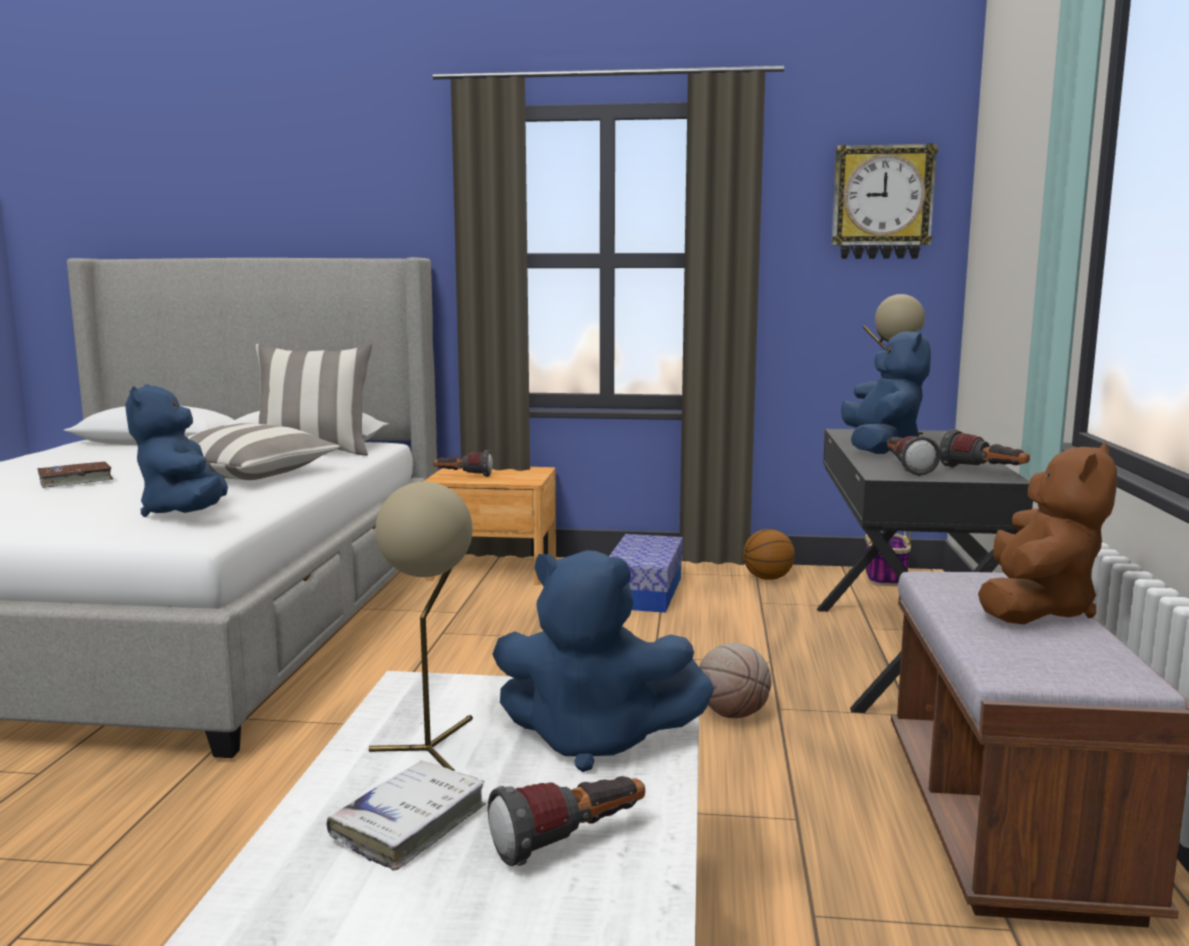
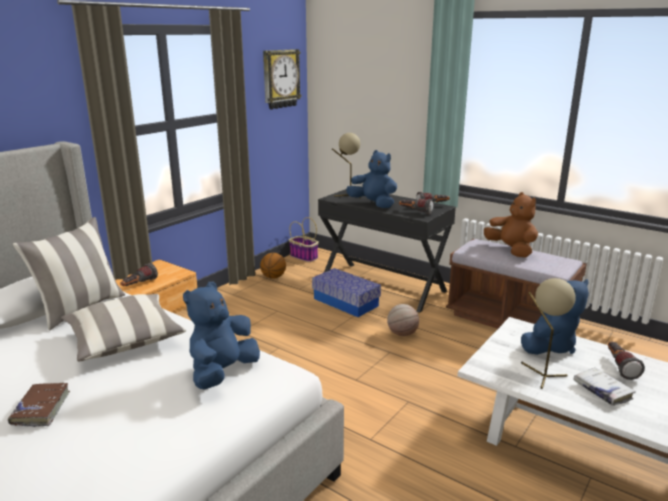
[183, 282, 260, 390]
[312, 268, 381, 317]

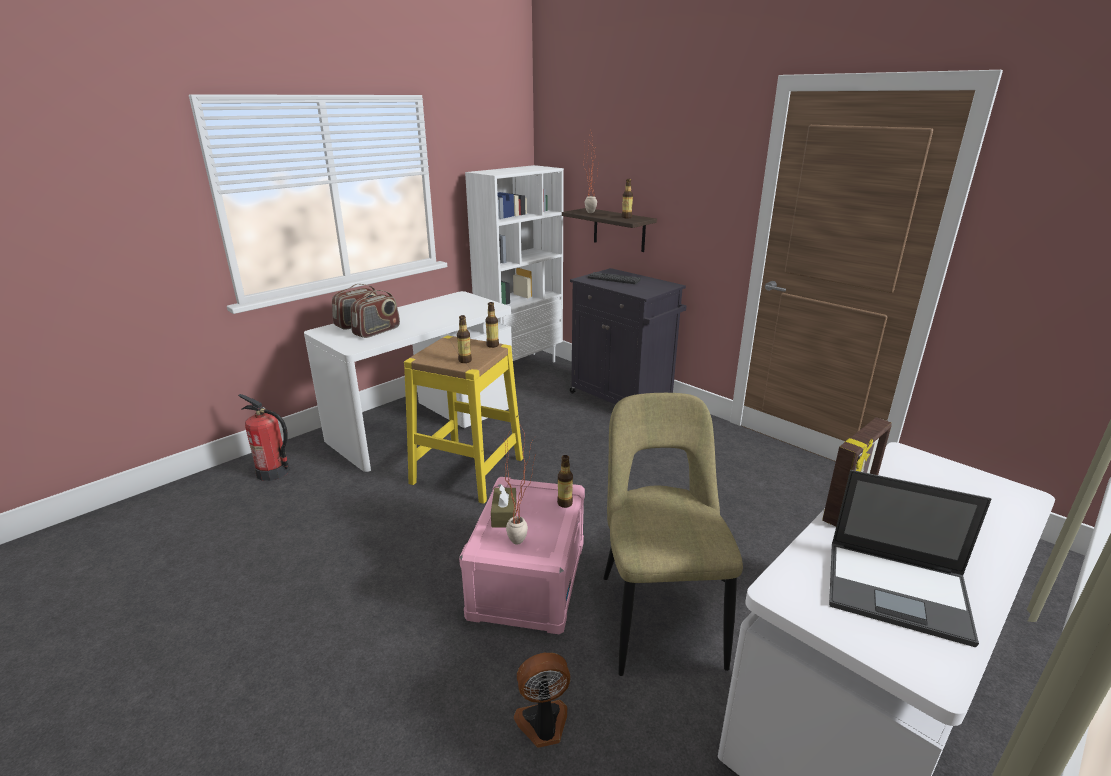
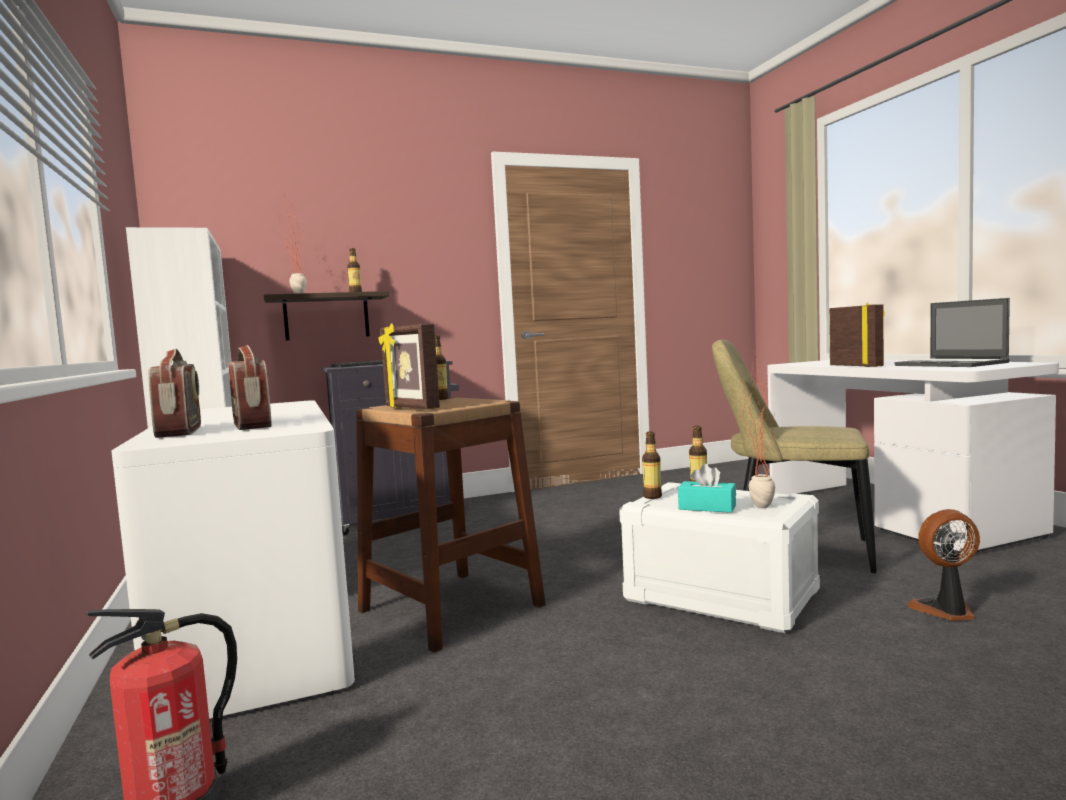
[356, 398, 546, 653]
[642, 431, 662, 499]
[619, 482, 820, 633]
[678, 464, 736, 513]
[908, 509, 980, 621]
[895, 298, 1010, 367]
[378, 323, 440, 409]

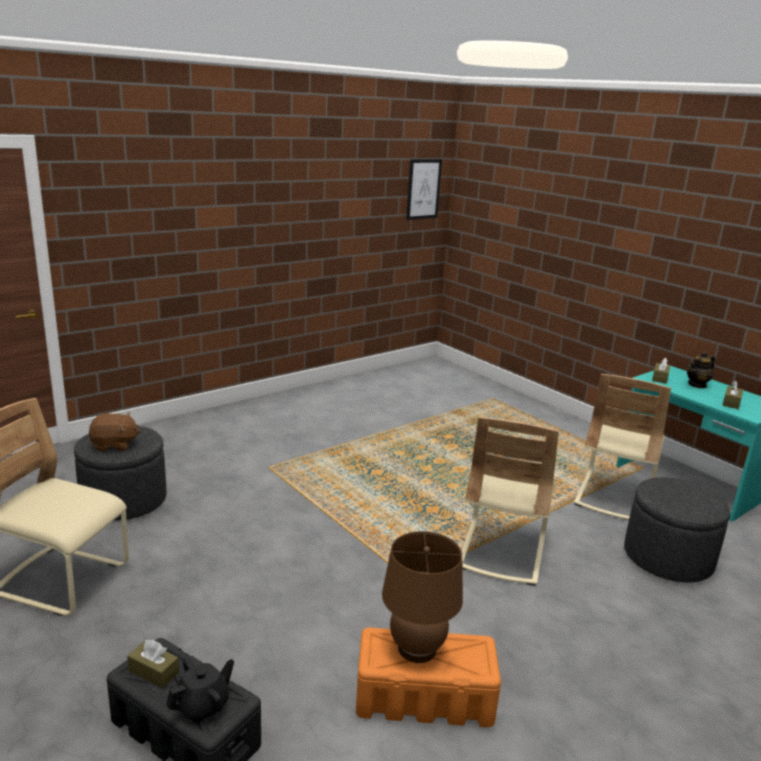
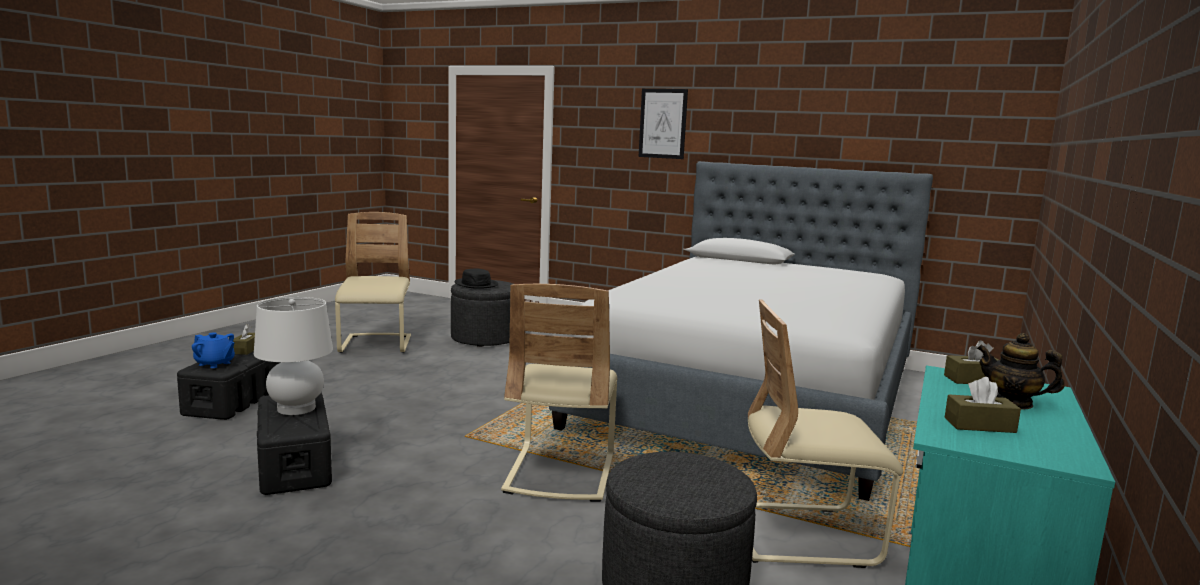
[454, 268, 498, 289]
[192, 332, 235, 368]
[257, 393, 332, 495]
[254, 297, 333, 415]
[639, 89, 688, 159]
[501, 284, 617, 502]
[549, 161, 933, 501]

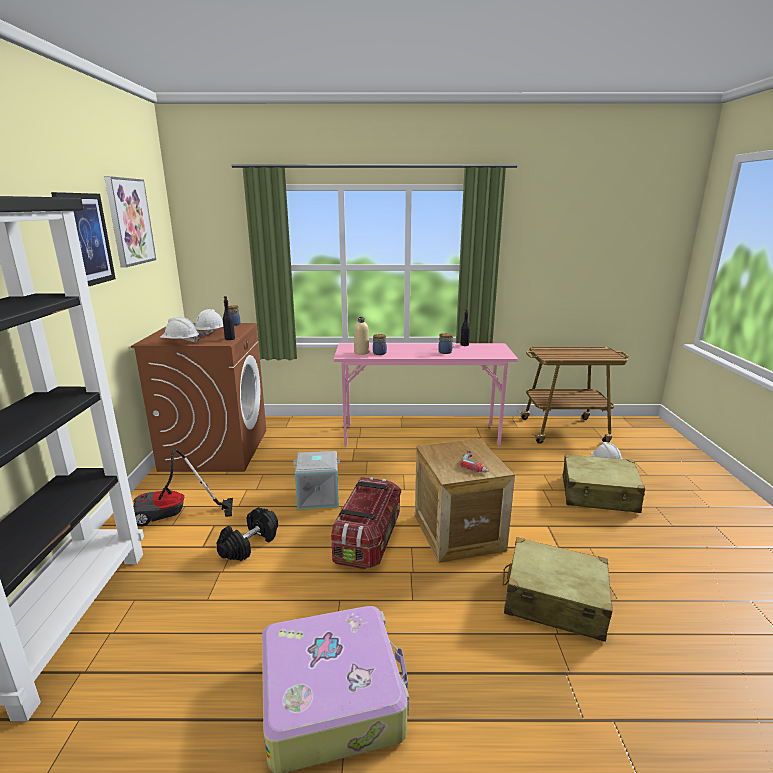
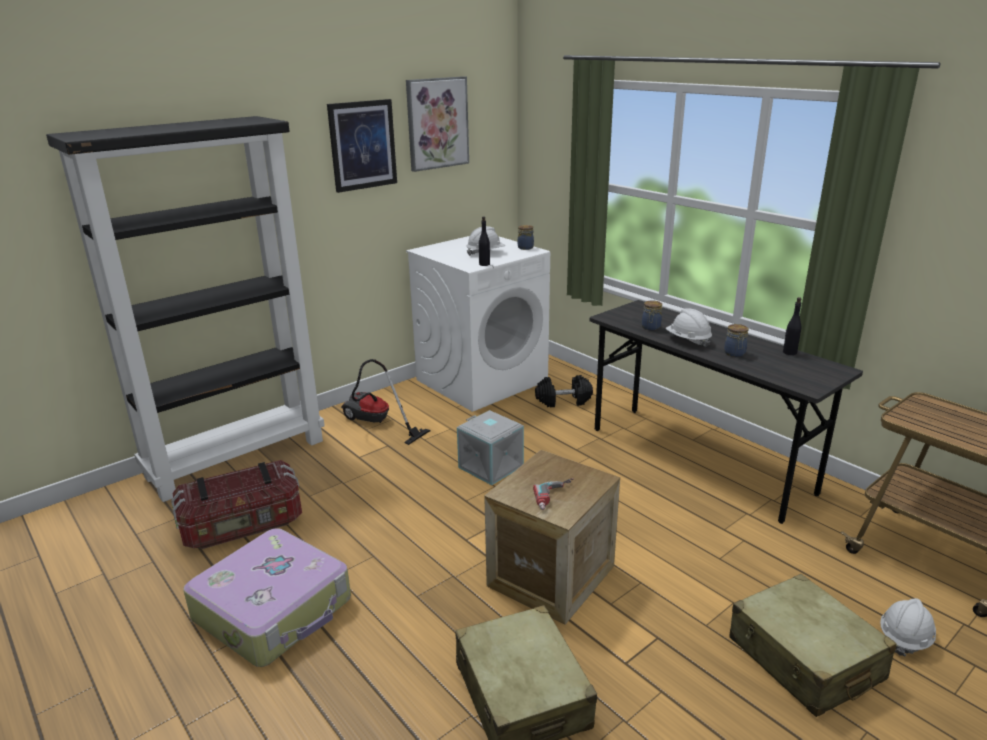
[406, 236, 550, 412]
[666, 308, 712, 347]
[535, 375, 593, 407]
[171, 460, 302, 549]
[590, 300, 863, 524]
[354, 317, 370, 355] (first image)

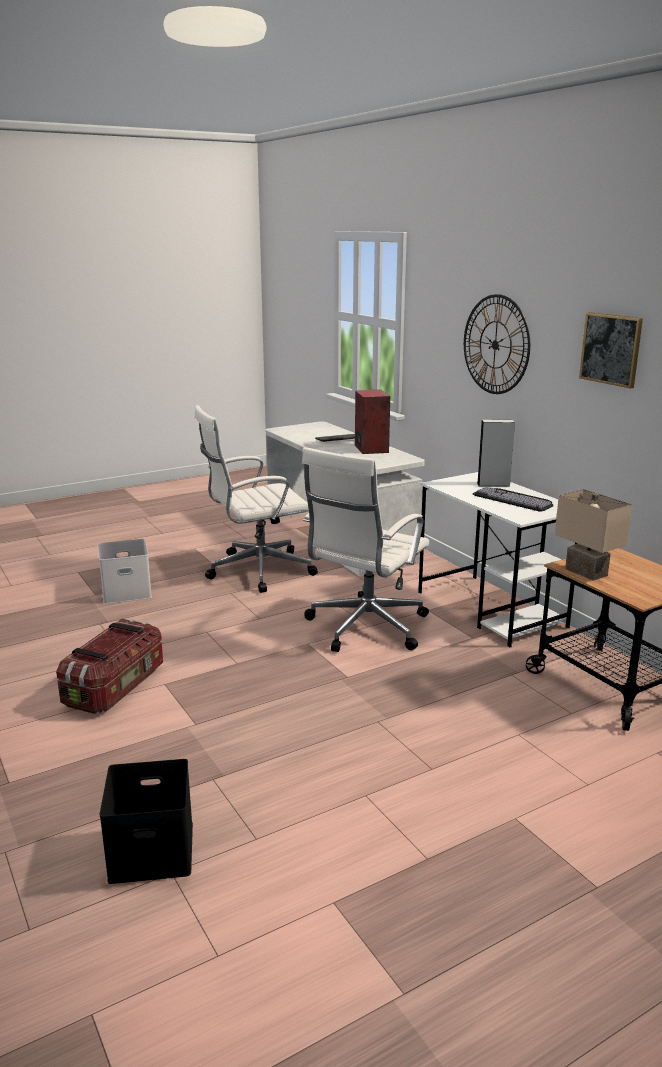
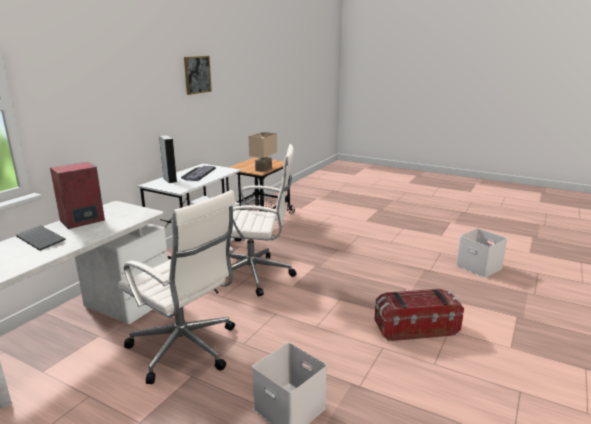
[456, 228, 507, 278]
[464, 294, 530, 394] (first image)

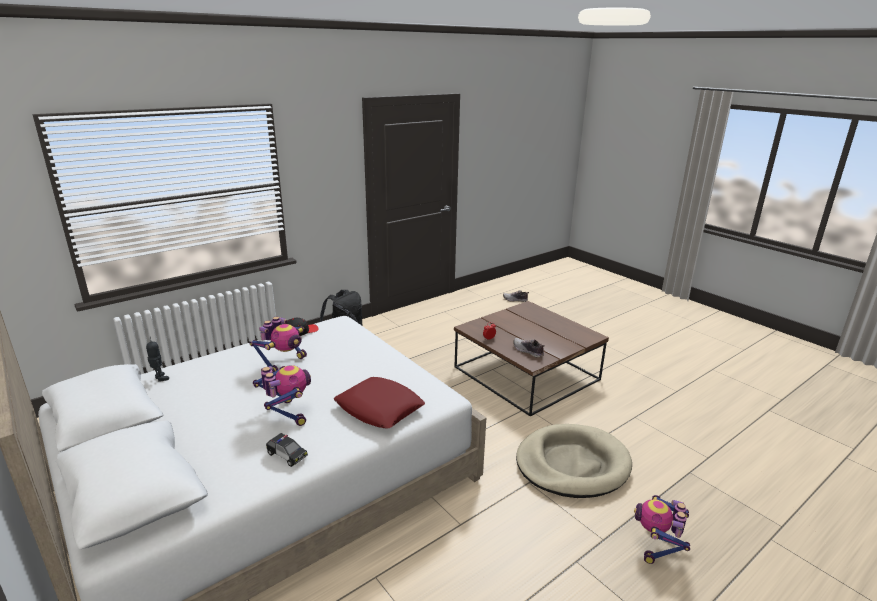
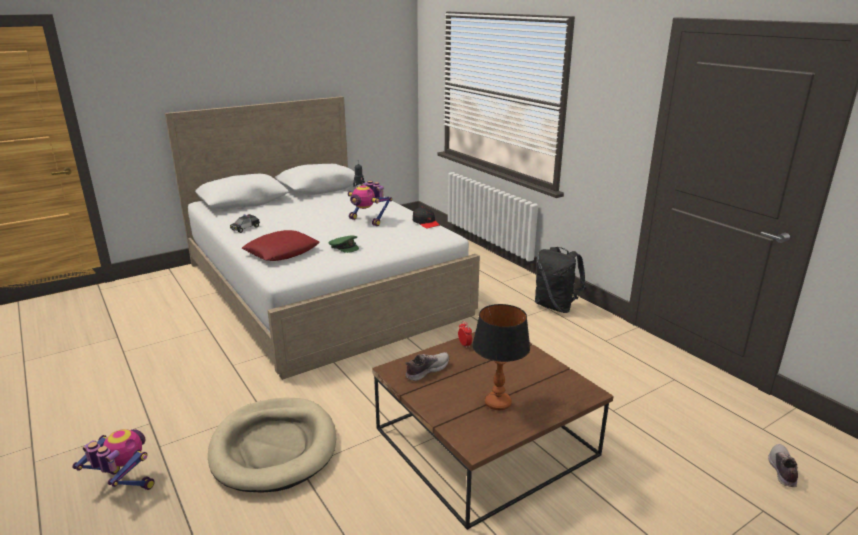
[253, 365, 311, 426] (first image)
[329, 236, 359, 253]
[472, 304, 530, 410]

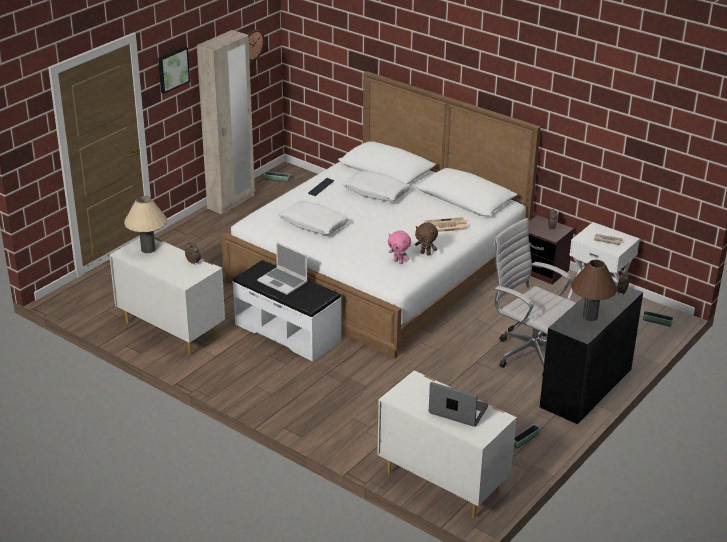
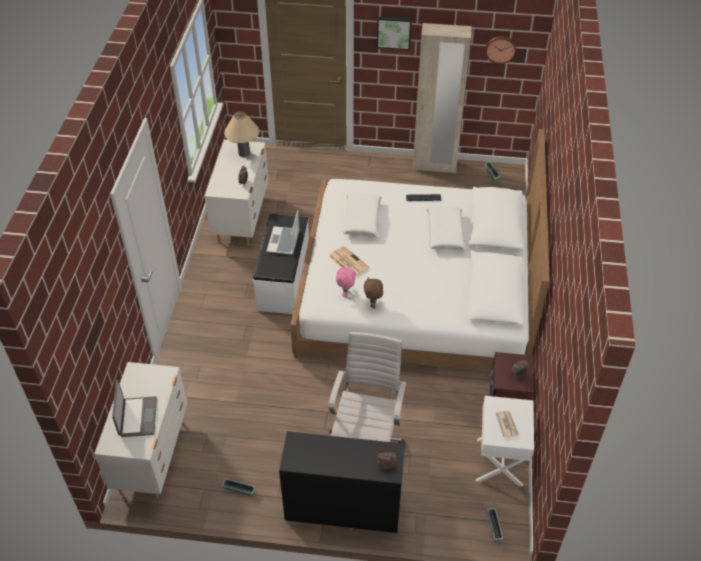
[329, 246, 369, 276]
[571, 260, 617, 321] (first image)

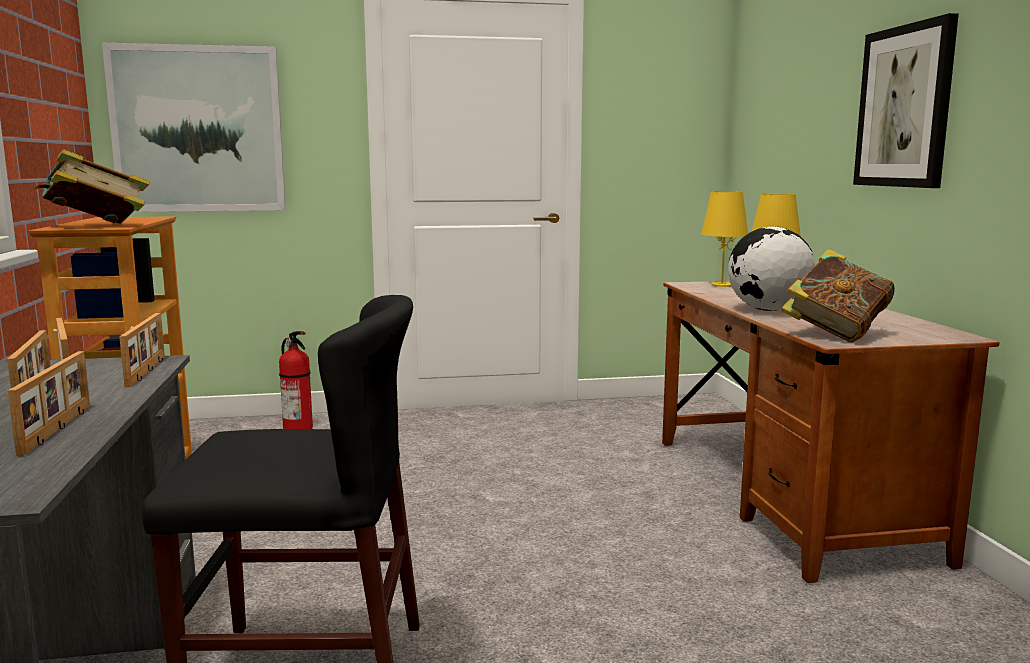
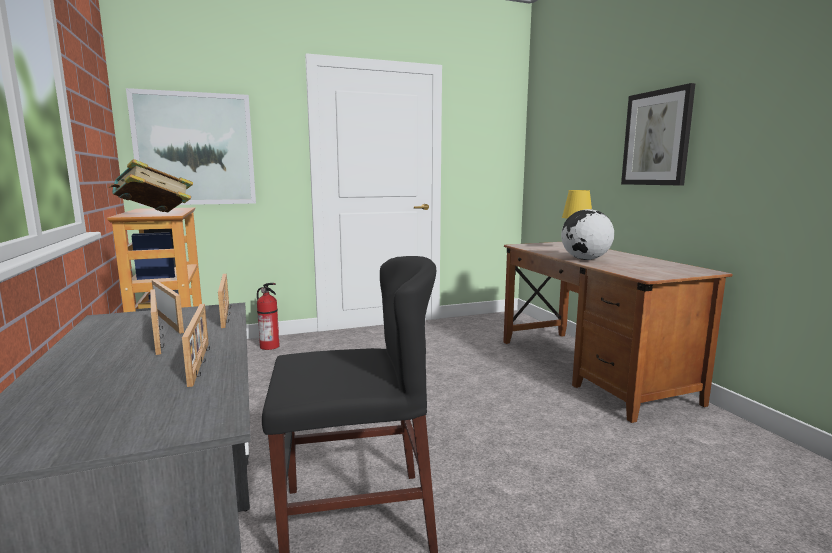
[701, 191, 748, 287] (first image)
[781, 249, 895, 342] (first image)

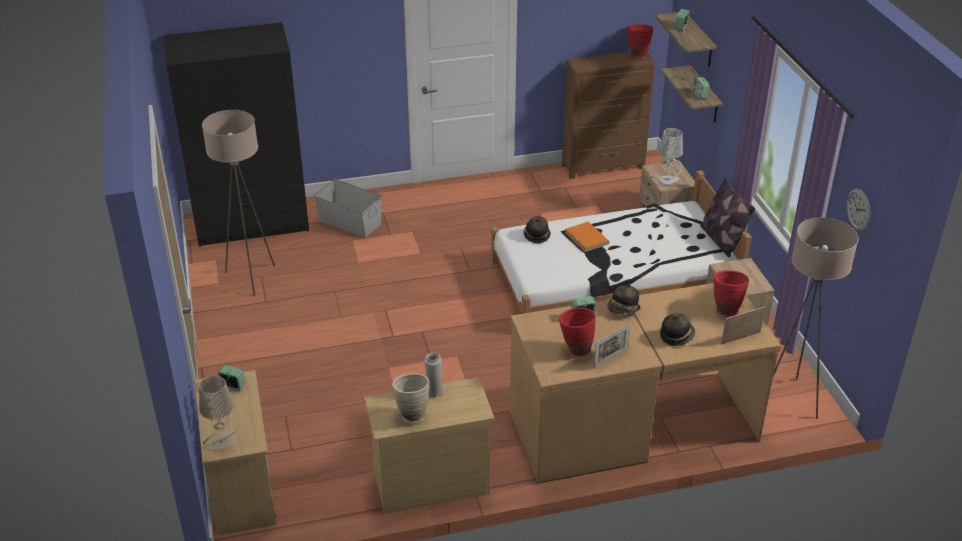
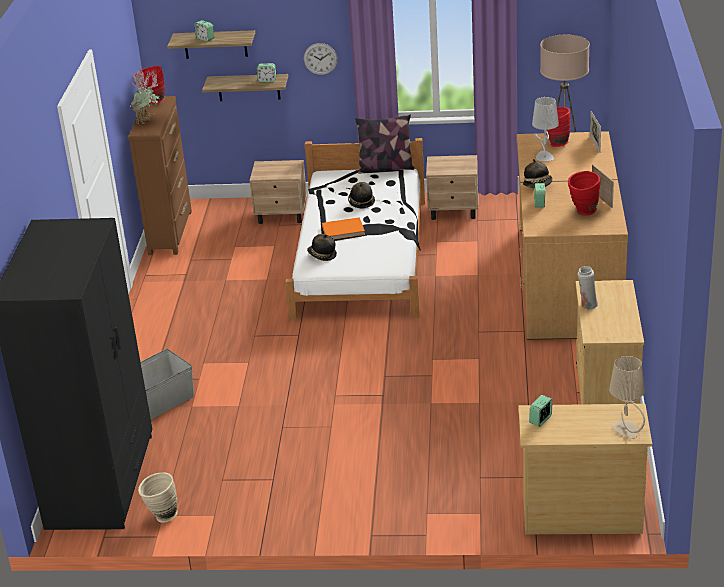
[202, 110, 275, 296] (first image)
[138, 472, 178, 523]
[532, 97, 559, 161]
[348, 182, 375, 209]
[304, 43, 338, 75]
[130, 69, 160, 124]

